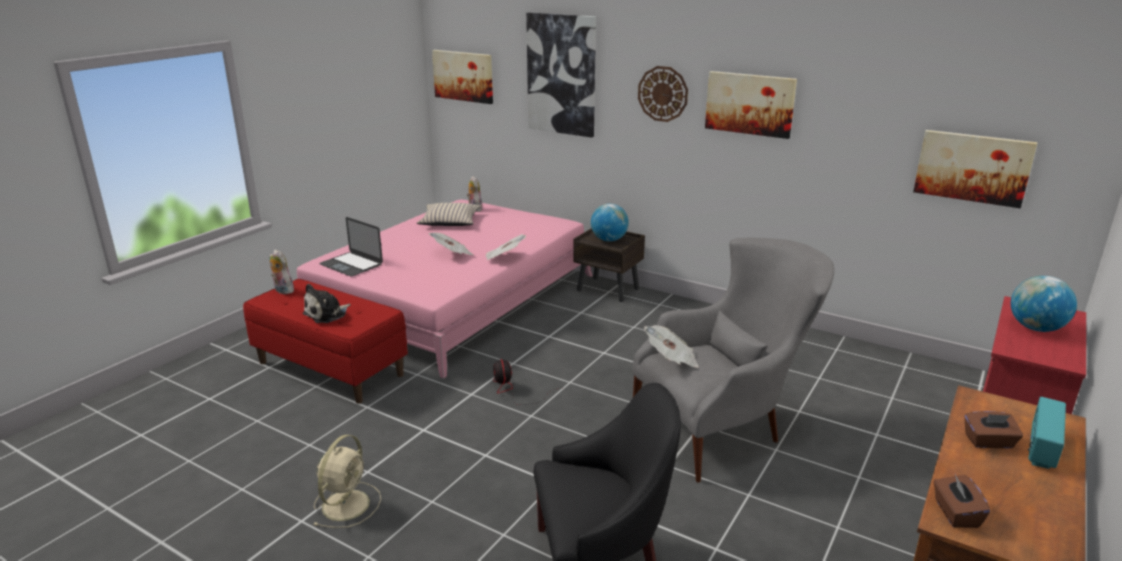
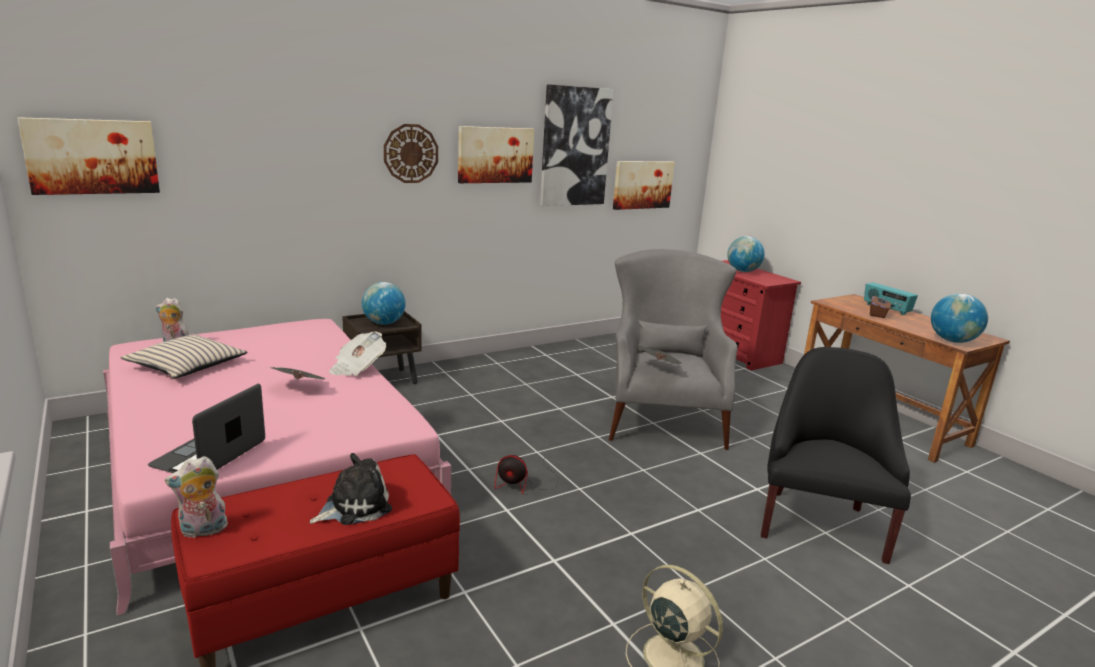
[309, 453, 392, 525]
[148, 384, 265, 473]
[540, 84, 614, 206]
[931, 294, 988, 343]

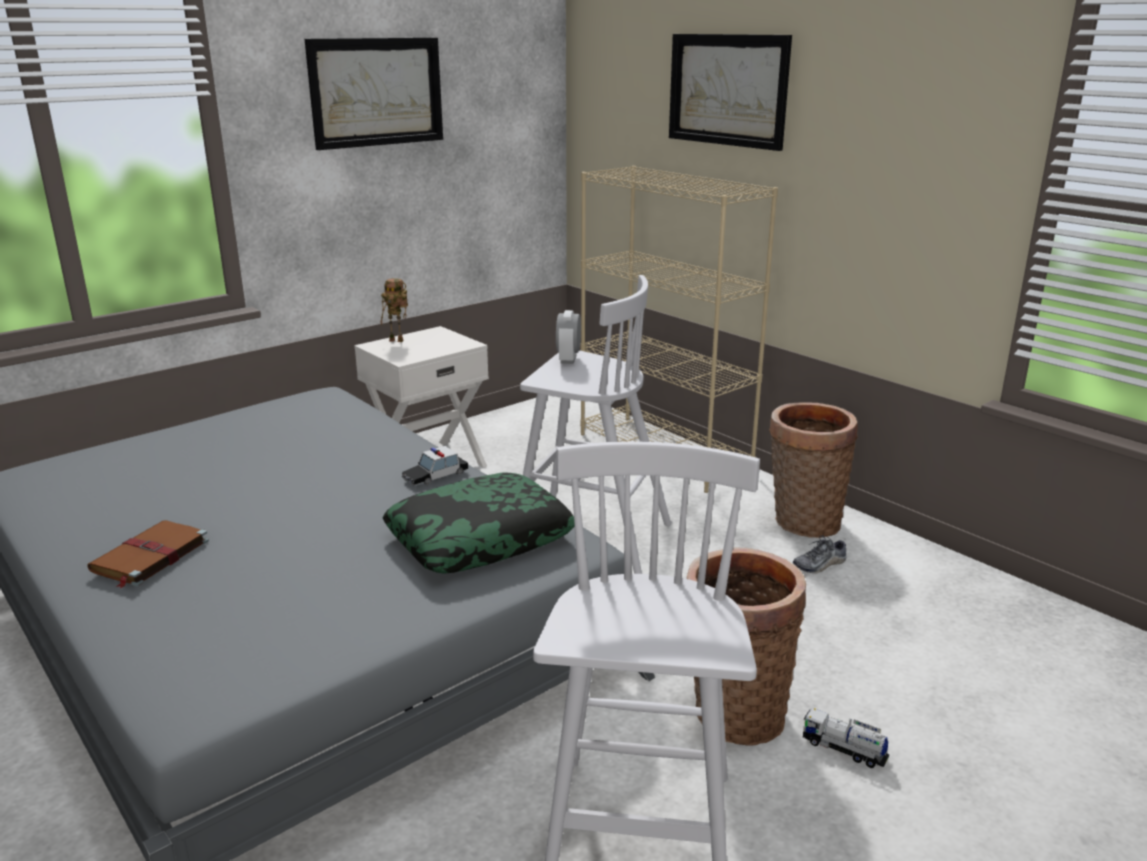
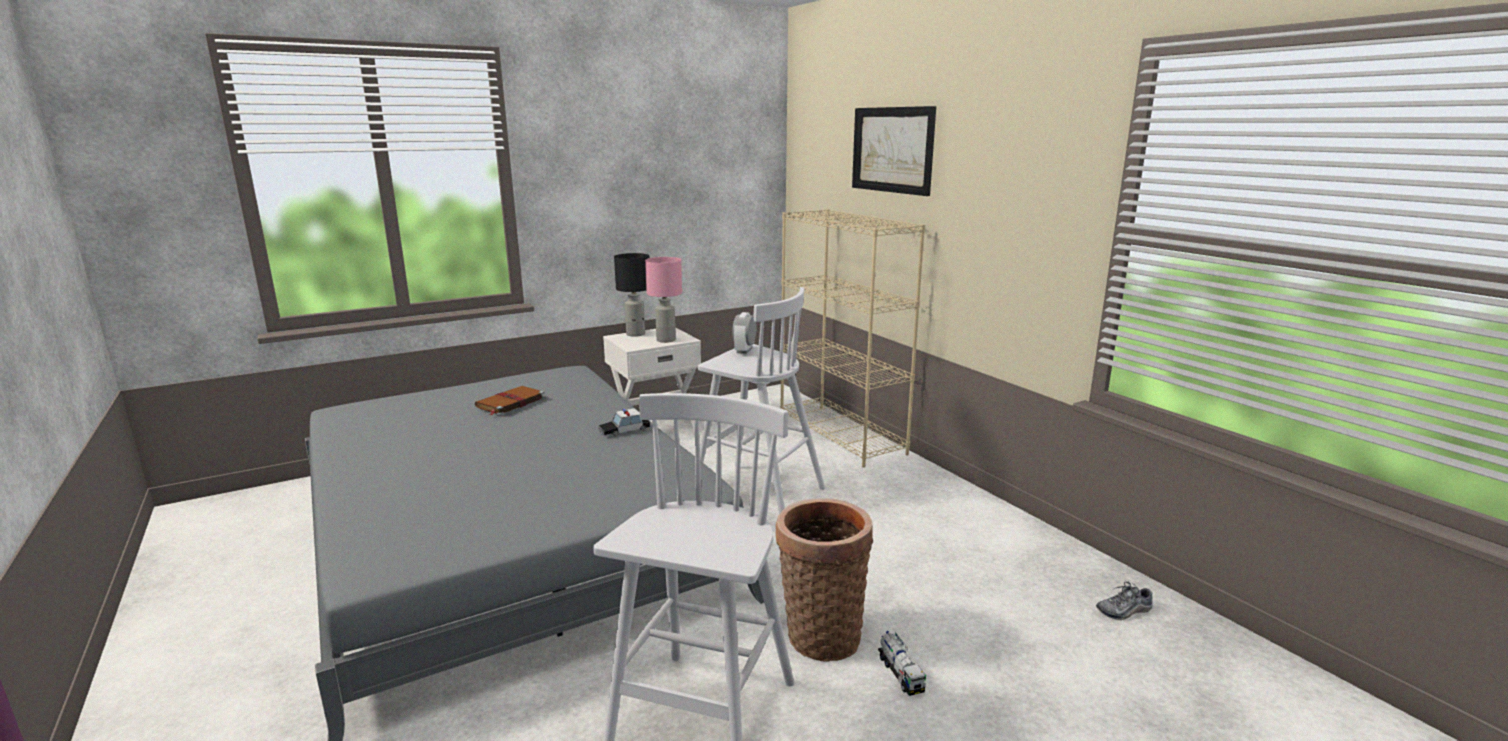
[475, 386, 545, 415]
[304, 38, 443, 150] (first image)
[614, 253, 649, 337]
[383, 473, 575, 574] (first image)
[769, 402, 858, 538] (first image)
[1096, 582, 1153, 620]
[878, 631, 926, 696]
[645, 257, 682, 343]

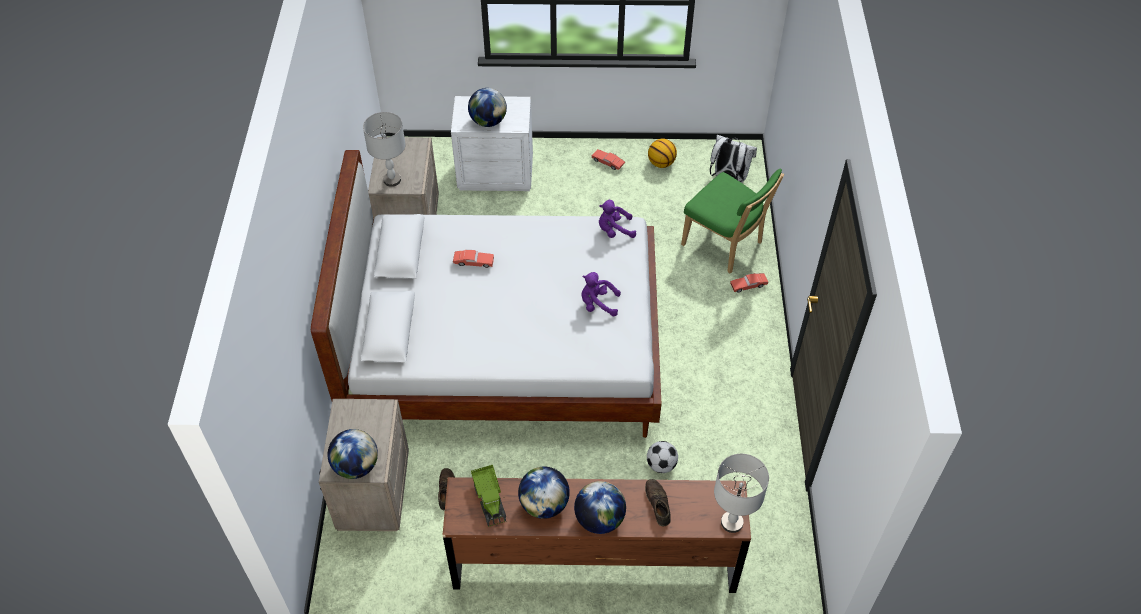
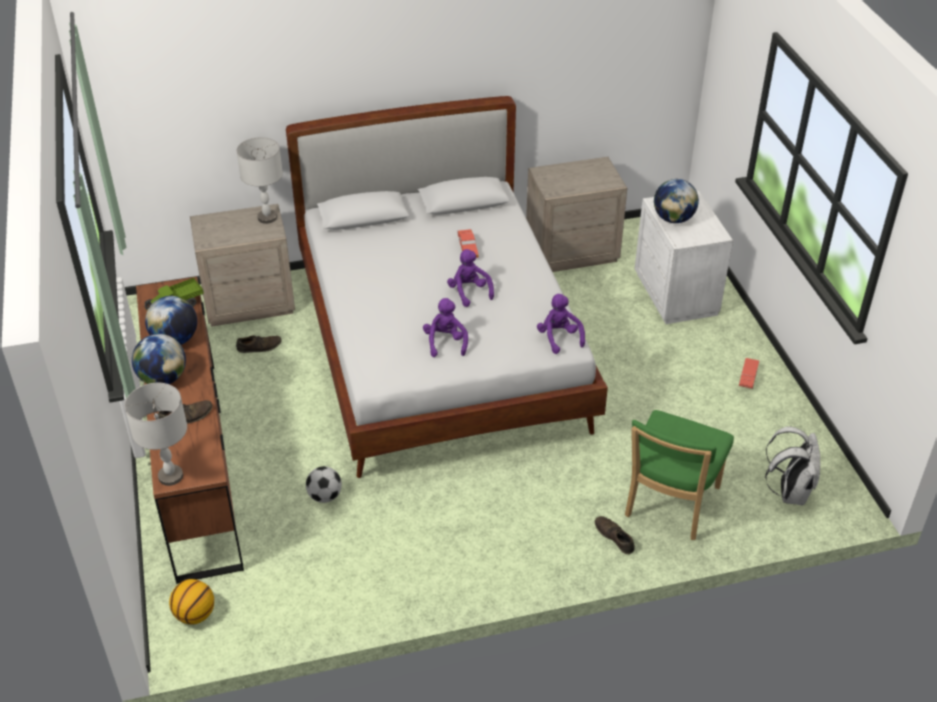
[328, 429, 378, 479] (first image)
[237, 137, 283, 224]
[169, 579, 214, 624]
[595, 516, 635, 554]
[447, 249, 494, 307]

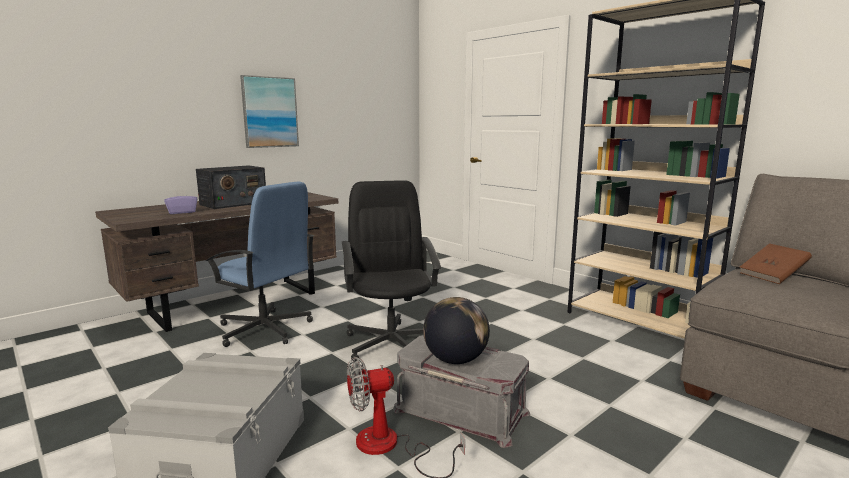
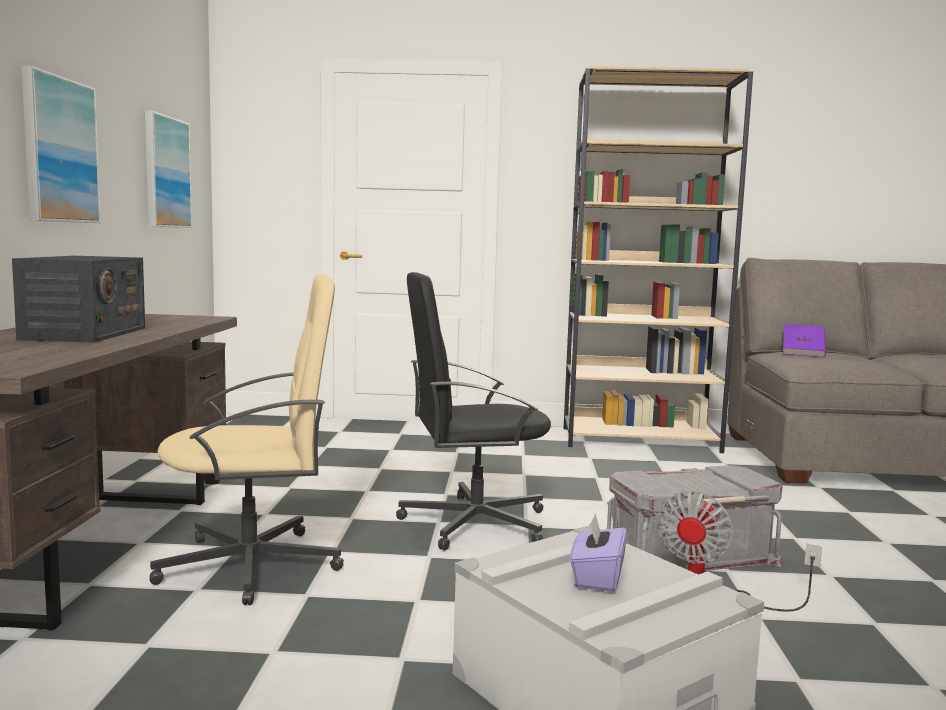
[570, 513, 627, 592]
[149, 274, 344, 606]
[396, 272, 551, 550]
[423, 297, 490, 364] (first image)
[783, 324, 826, 357]
[145, 110, 192, 228]

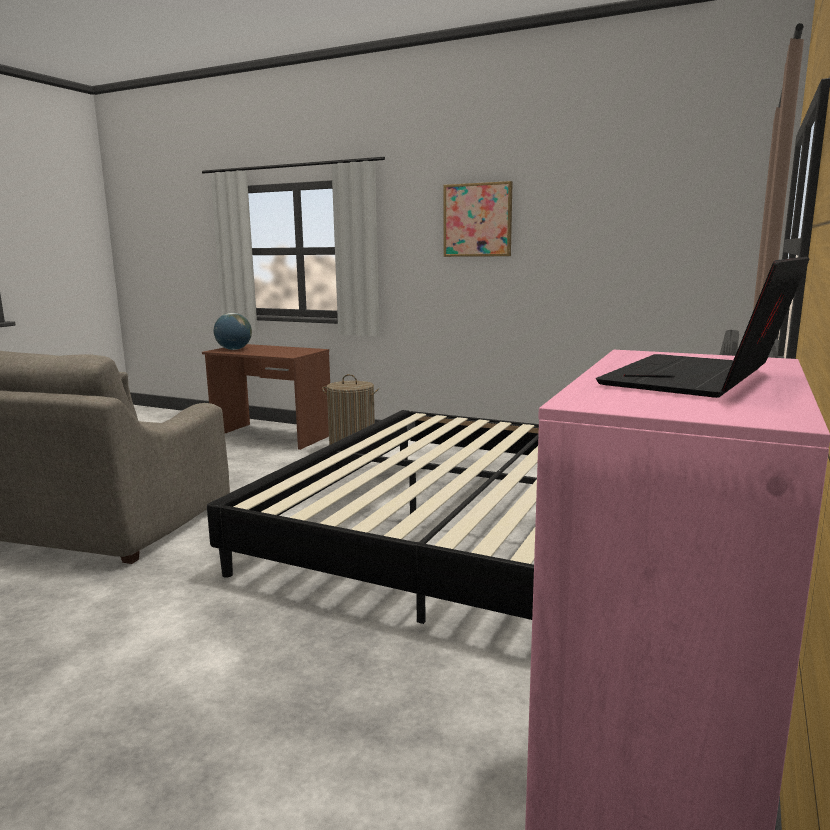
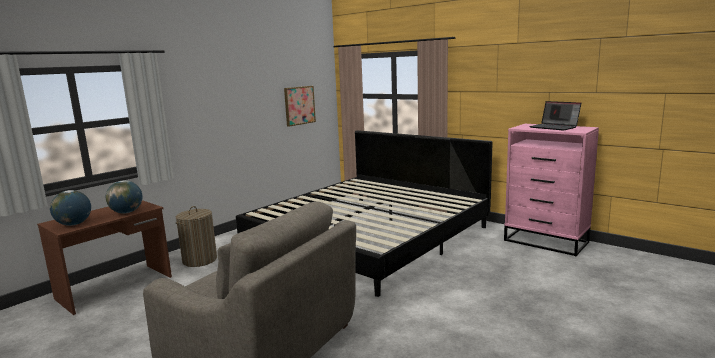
[284, 86, 316, 127]
[106, 180, 142, 214]

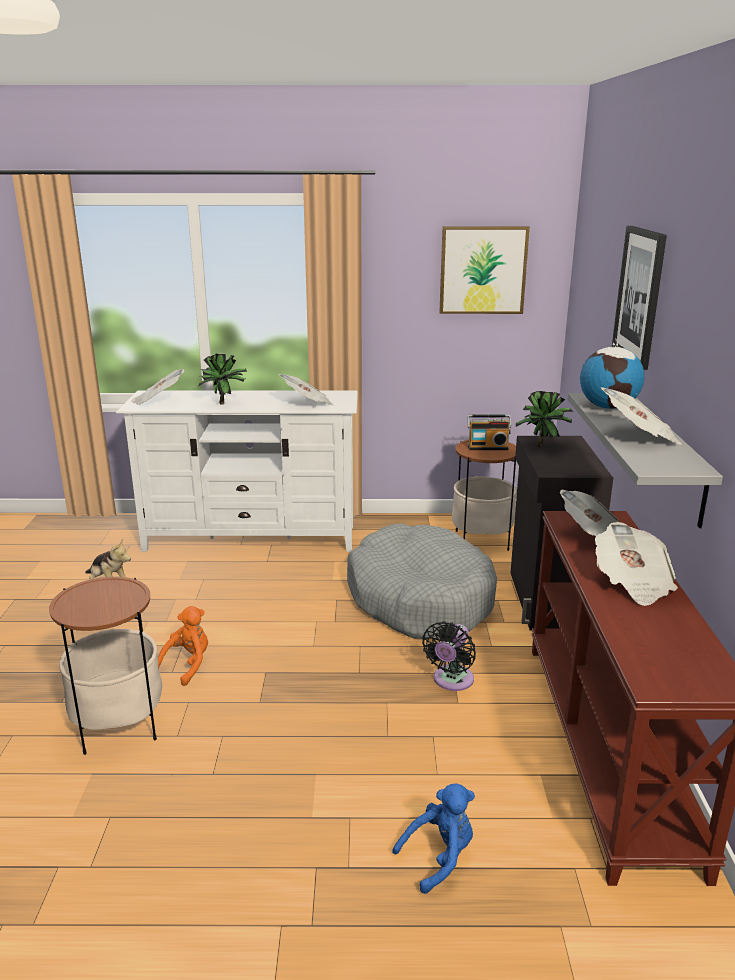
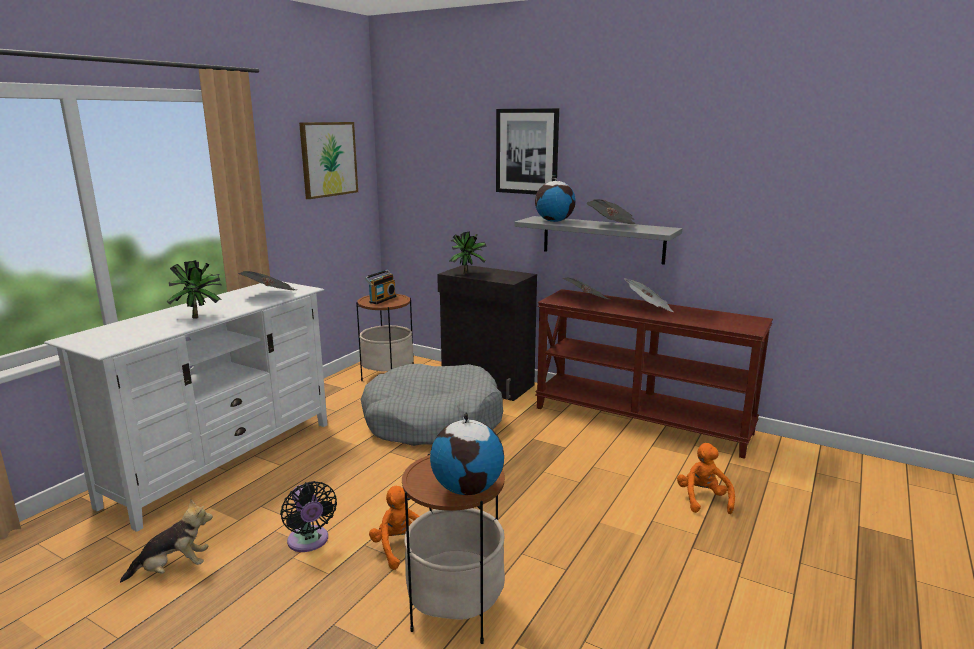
[131, 369, 185, 405] (first image)
[677, 443, 735, 514]
[280, 481, 337, 552]
[430, 412, 504, 495]

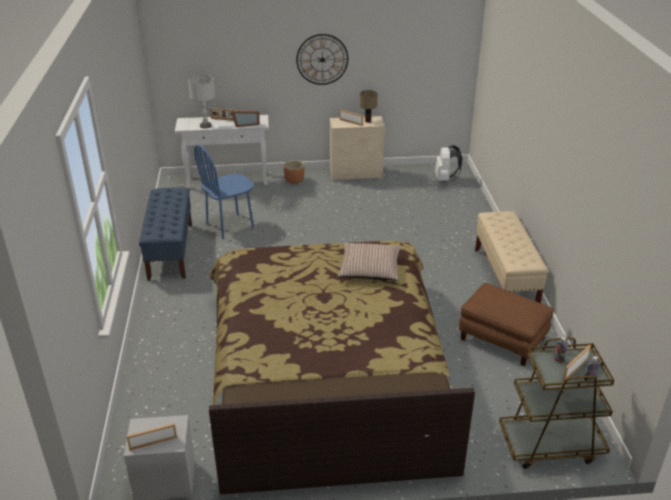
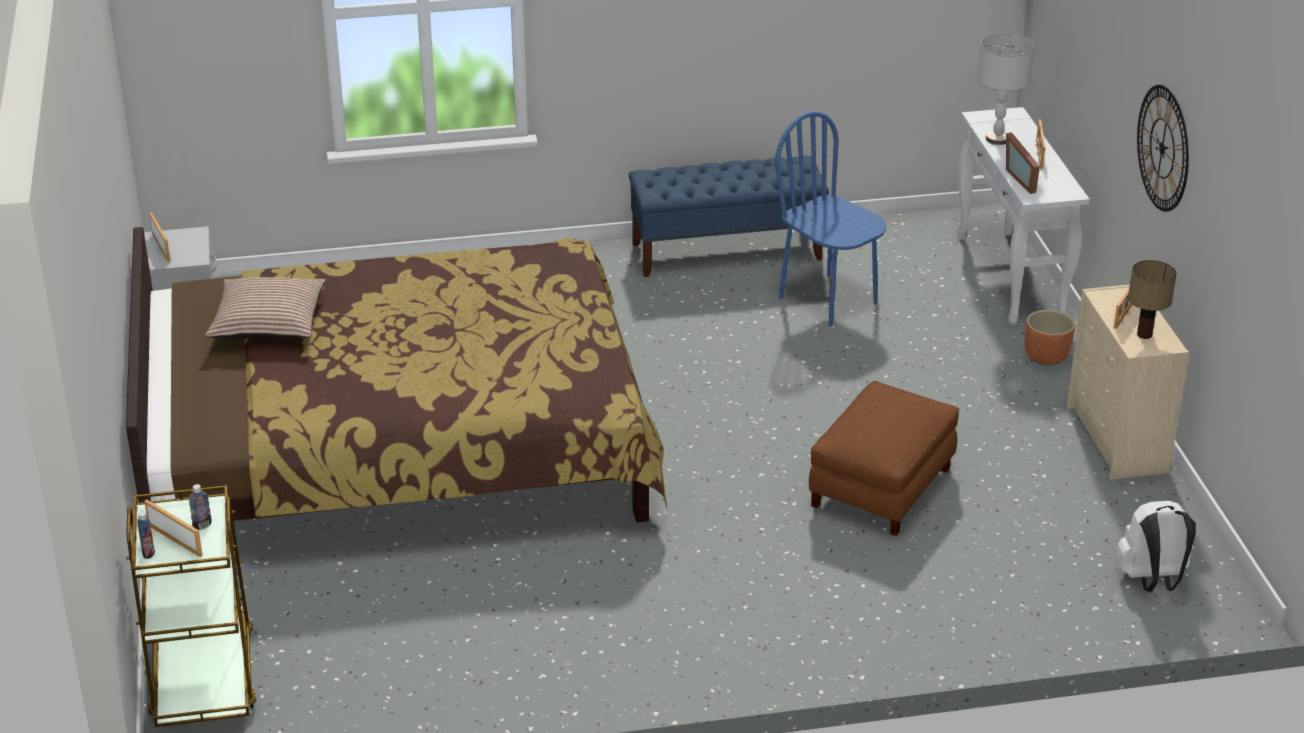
[205, 277, 326, 339]
[809, 381, 959, 536]
[475, 211, 549, 303] (first image)

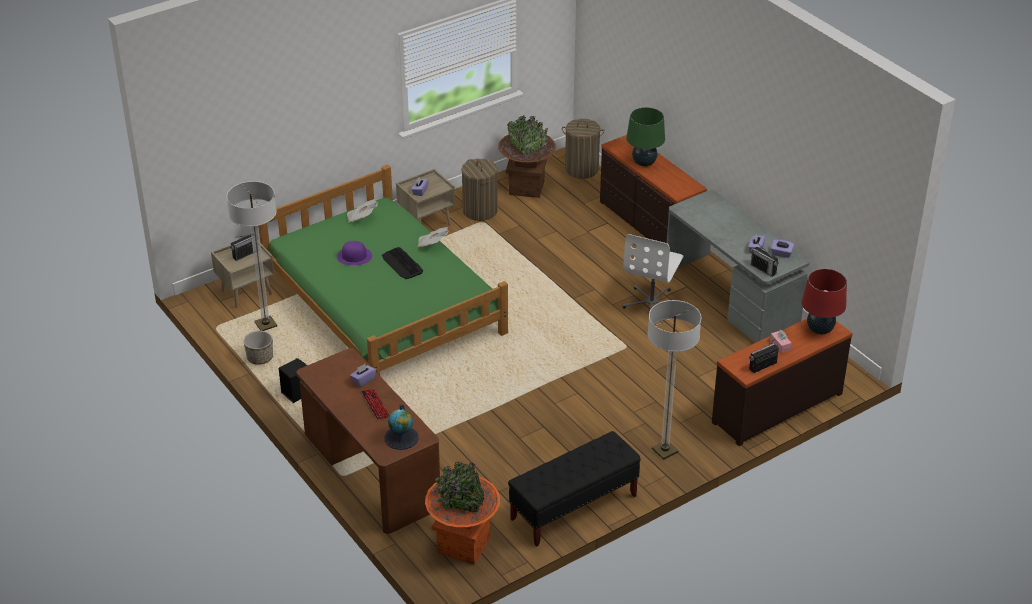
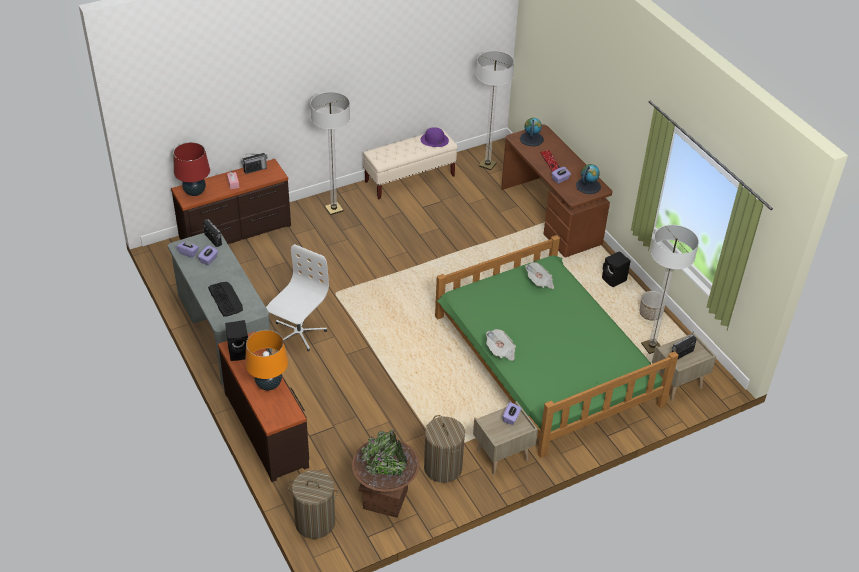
[421, 127, 449, 147]
[525, 262, 554, 289]
[208, 282, 243, 317]
[476, 51, 514, 170]
[363, 129, 458, 199]
[245, 330, 288, 390]
[225, 320, 248, 361]
[576, 164, 601, 194]

